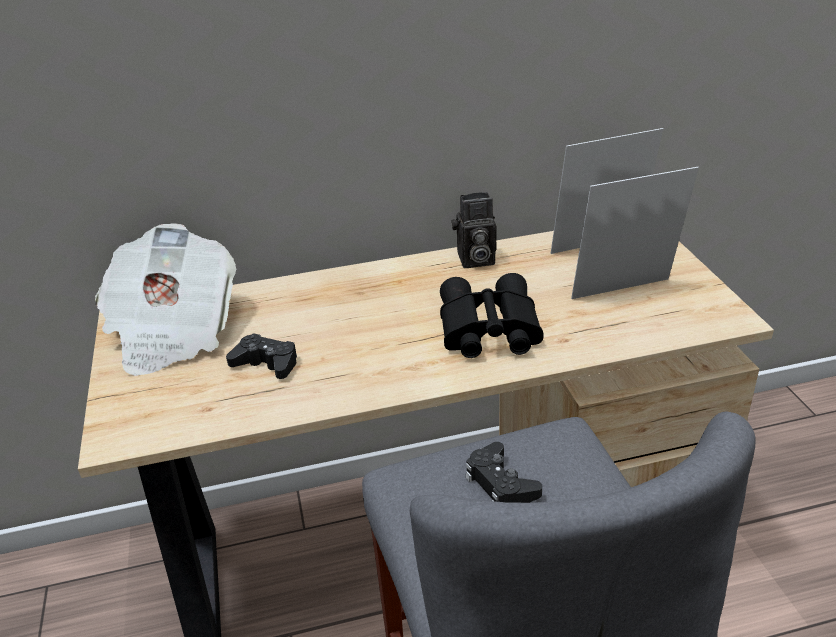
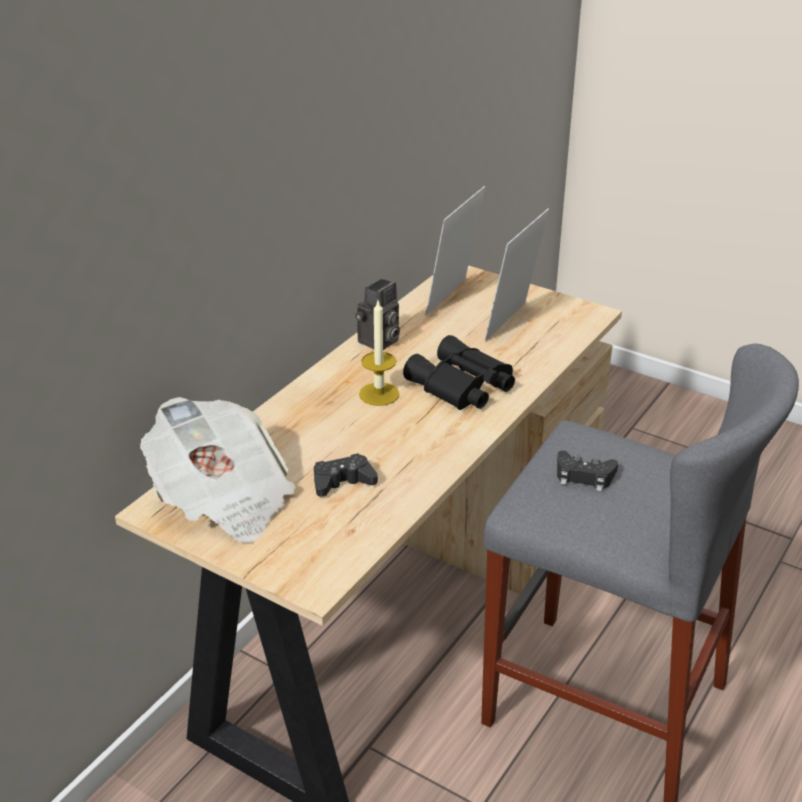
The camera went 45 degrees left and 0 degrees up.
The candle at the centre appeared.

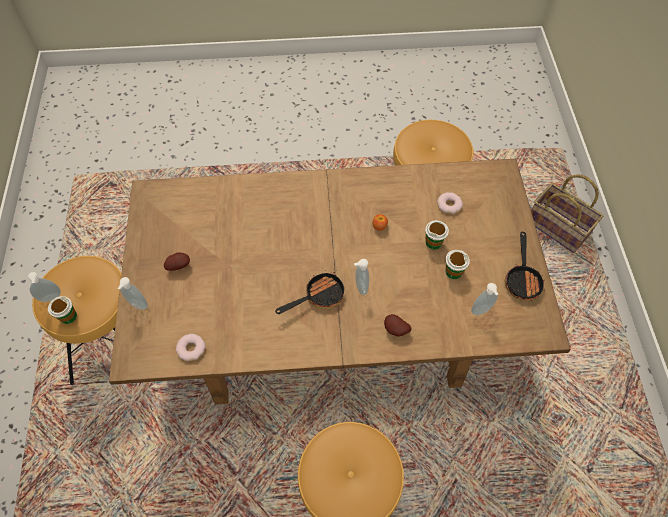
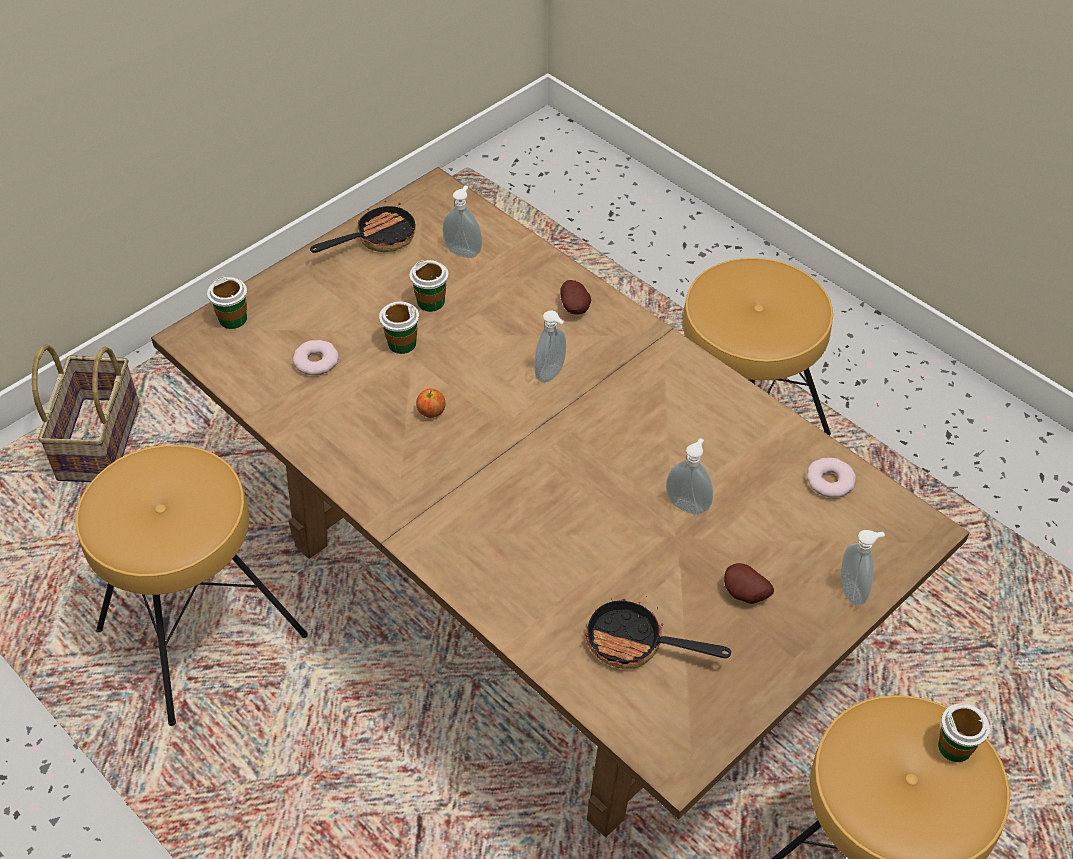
The camera went 130 degrees left and 10 degrees down.
The cup (1st from left) at the middle left appeared.
The frying pan (1st from left in the first image) moved from the centre to the bottom centre.
The soap dispenser (1st from left in the first image) moved from the middle left to the centre.

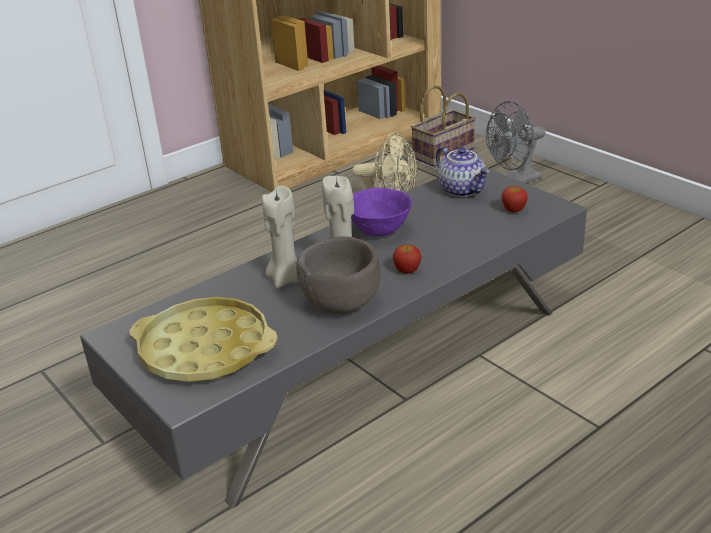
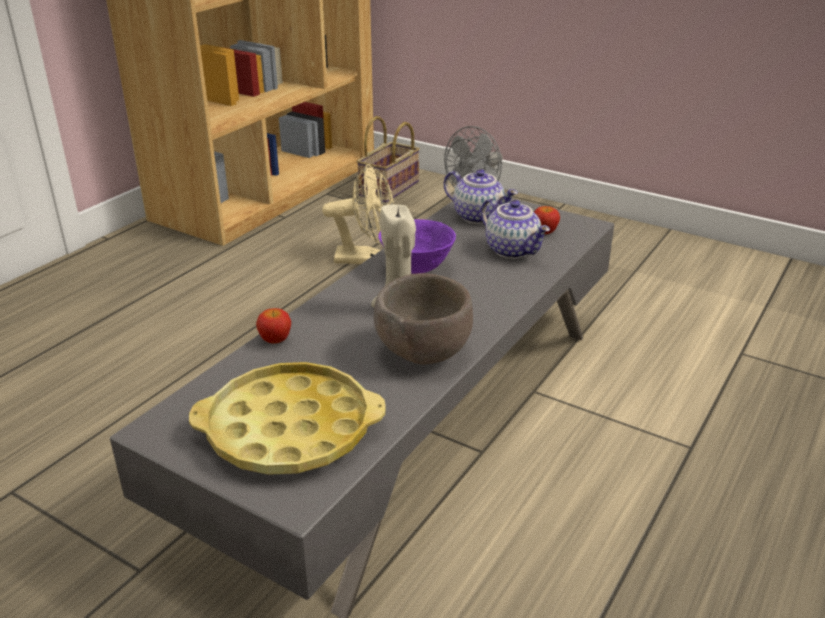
The camera went 20 degrees left and 0 degrees up.
The apple (1st from left) moved from the centre to the middle left.
The teapot (2nd from left) at the centre appeared.
The beige candle (1st from left) at the centre disappeared.

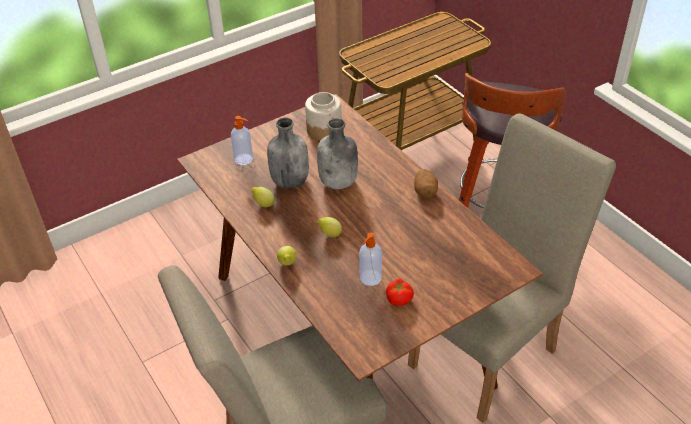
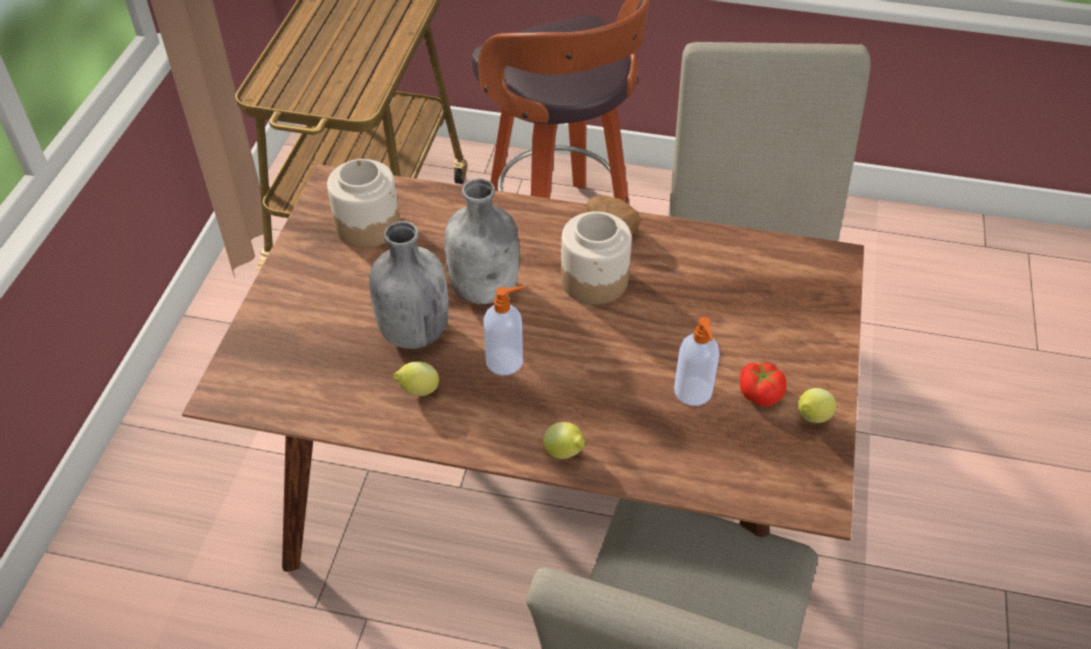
The camera went 45 degrees left and 5 degrees up.
The soap dispenser (1st from left) moved from the top centre to the centre.
The jar (2nd from left) at the centre appeared.
The lemon (3rd from left) moved from the centre to the middle right.

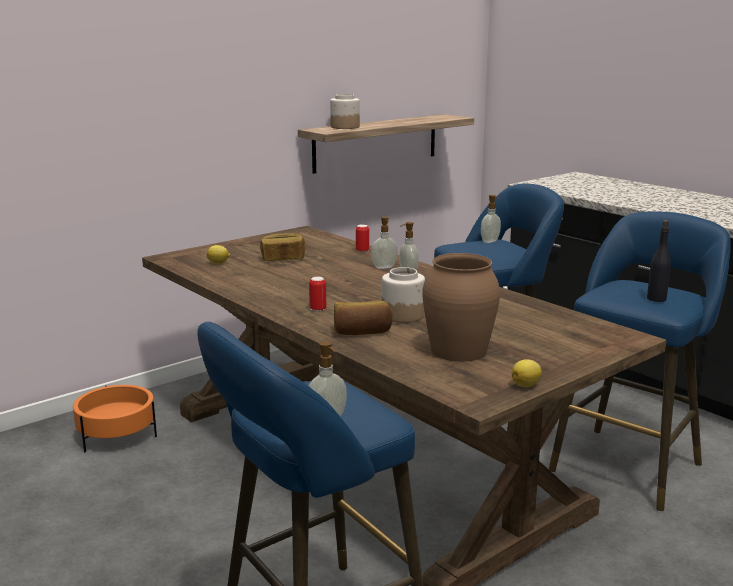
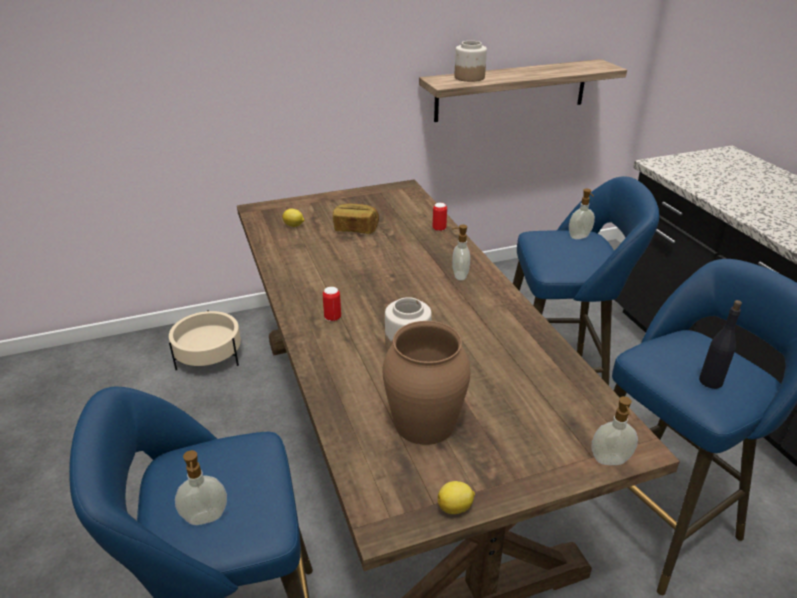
The camera went 20 degrees right and 15 degrees up.
The orange planter at the bottom left became the beige planter at the middle left.
The soap dispenser (2nd from left in the first image) moved from the centre to the bottom right.
The bread (2nd from left) at the centre disappeared.

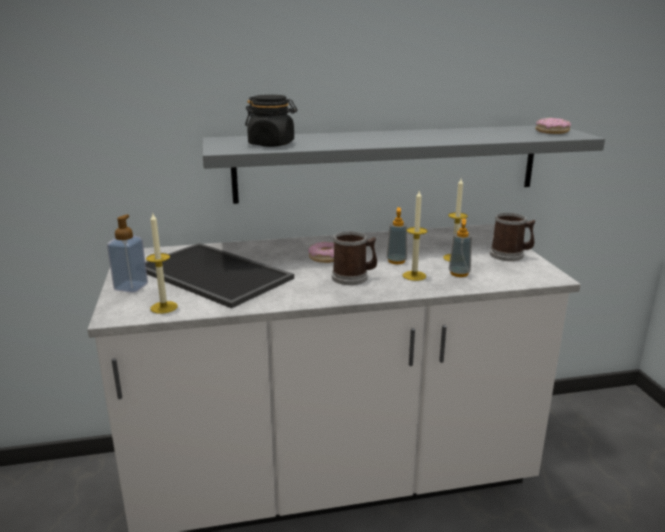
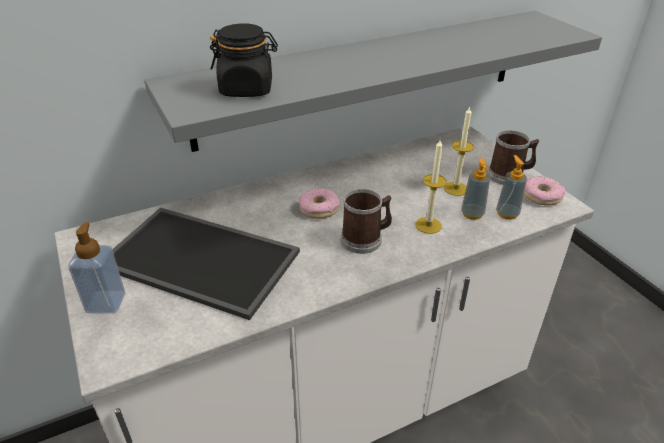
The camera went 15 degrees left and 15 degrees up.
The soap dispenser (2nd from left in the first image) moved from the centre to the middle right.
The donut (2nd from left) moved from the top right to the middle right.
The candle (1st from left) at the middle left disappeared.

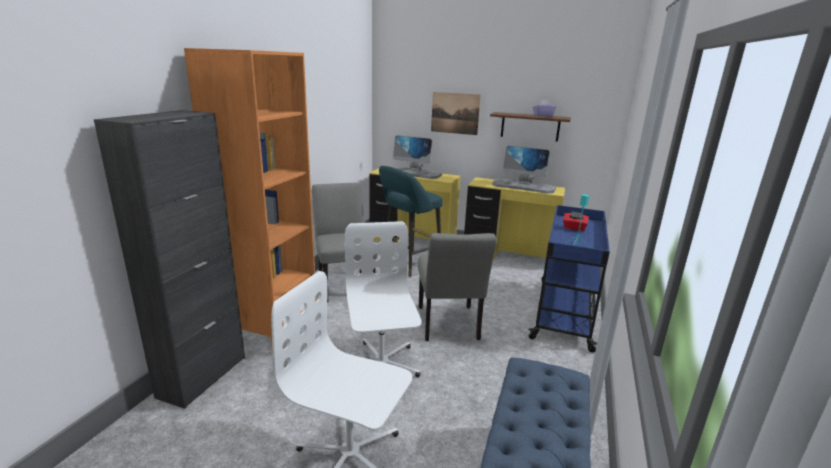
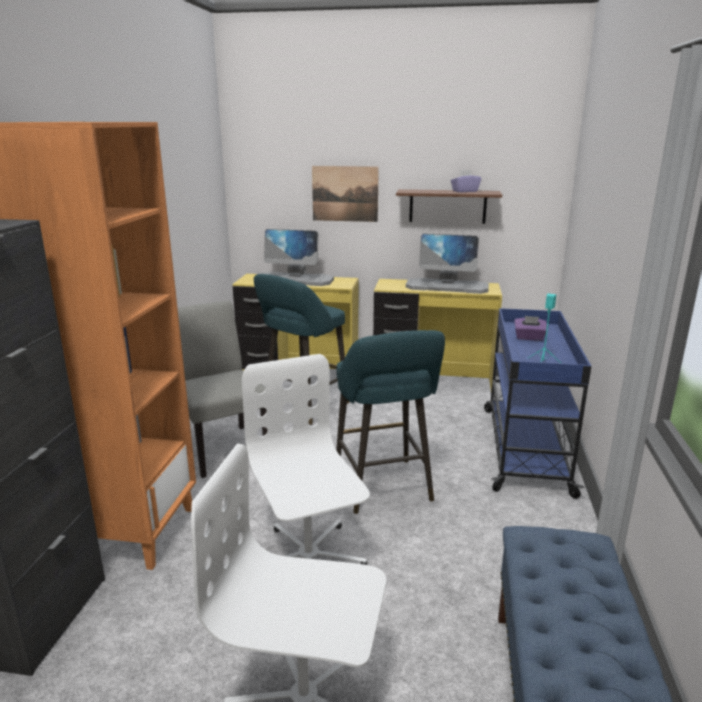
The camera went 10 degrees left and 0 degrees up.
The grey chair (2nd from left) at the centre was replaced by the turquoise stool (2nd from left) at the centre.
The red tissue box at the middle right became the purple tissue box (2nd from left) at the middle right.

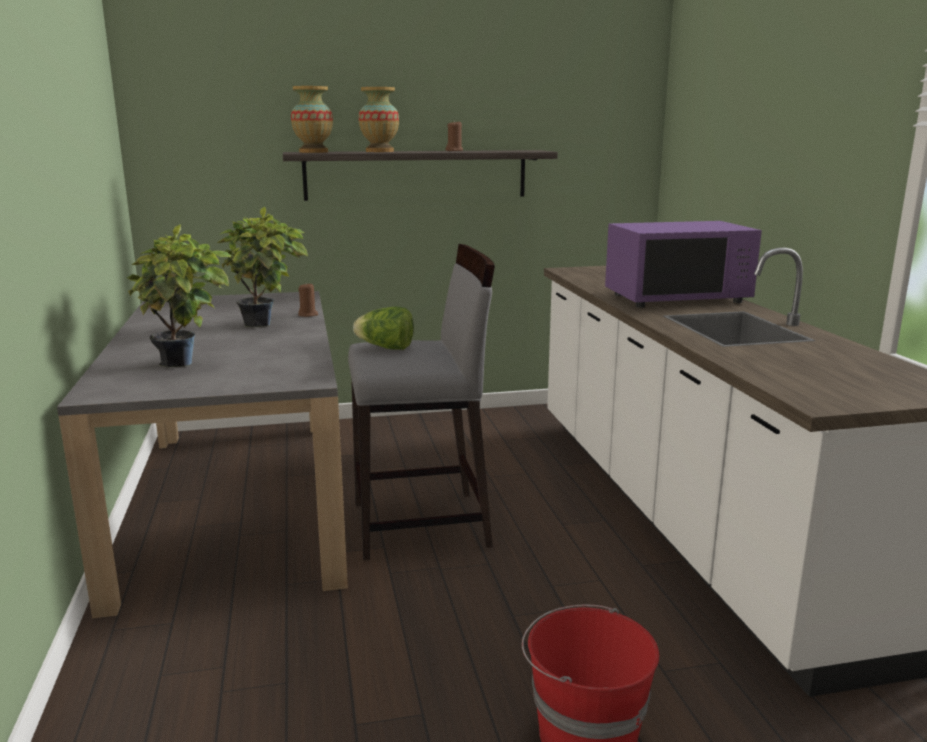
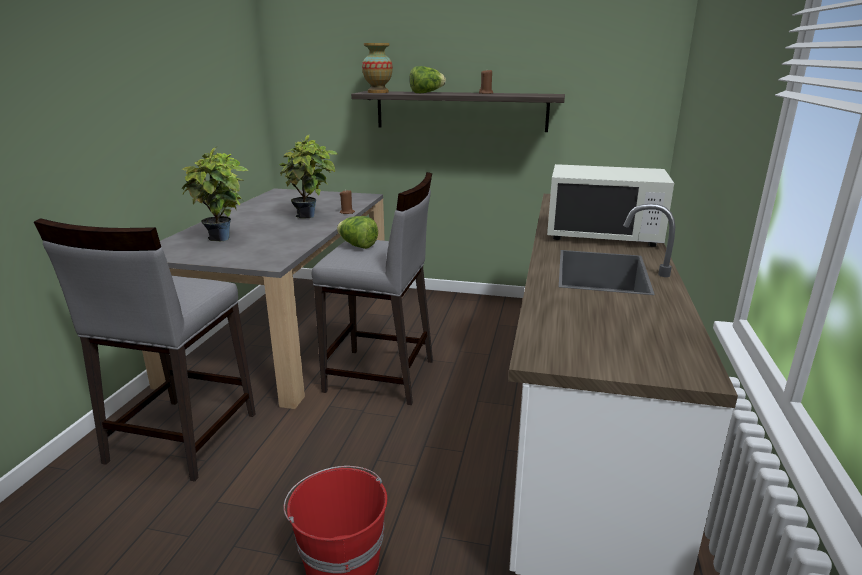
The camera went 25 degrees right and 5 degrees up.
The grey stool (1st from left) at the middle left appeared.
The vase (2nd from left) at the top centre was replaced by the lettuce (2nd from left) at the top centre.
The purple microwave at the middle right became the white microwave at the middle right.

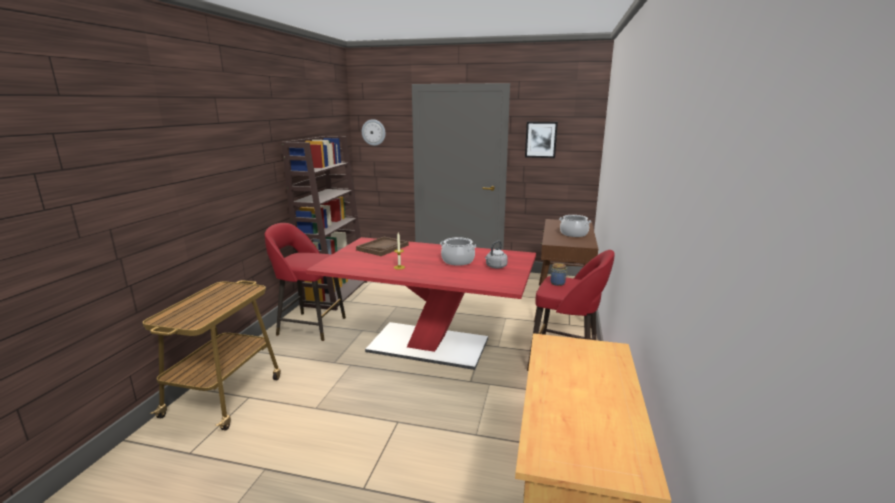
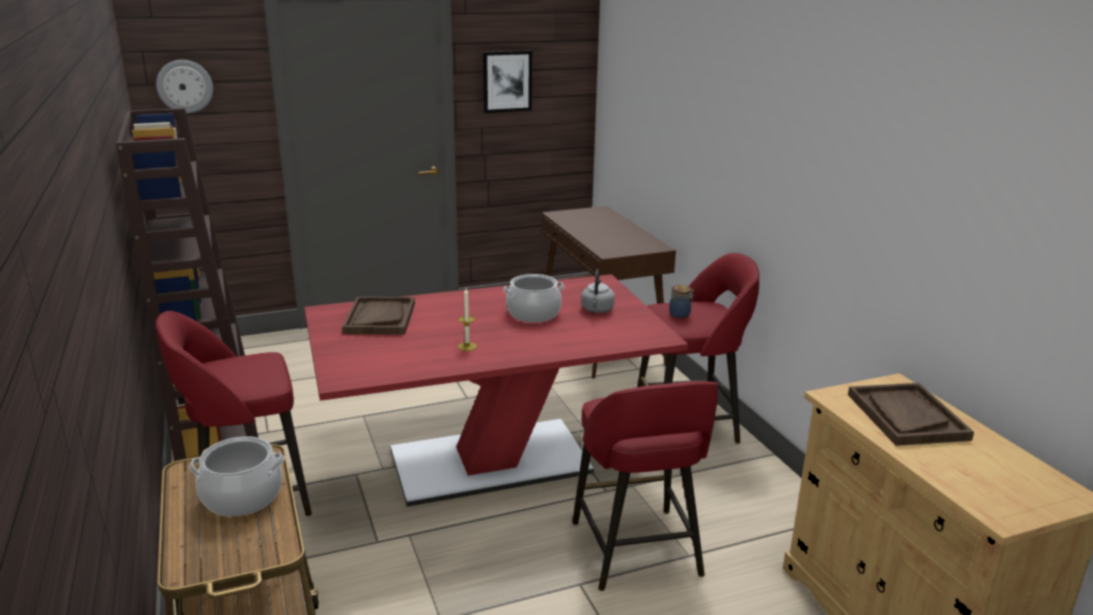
The camera went 35 degrees left and 5 degrees up.
The cooking pot (2nd from left in the first image) moved from the centre to the bottom left.
The red stool (2nd from left) at the bottom centre appeared.
The brown tray (2nd from left) at the bottom right appeared.

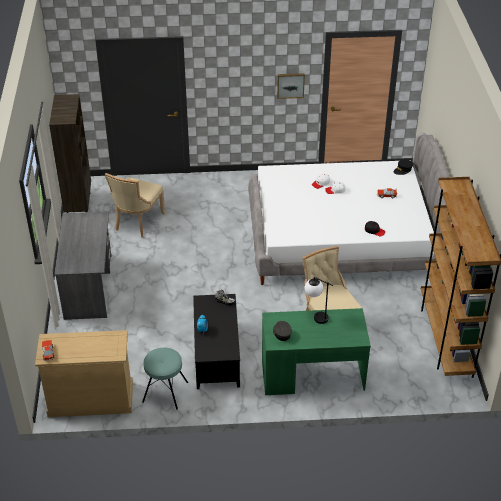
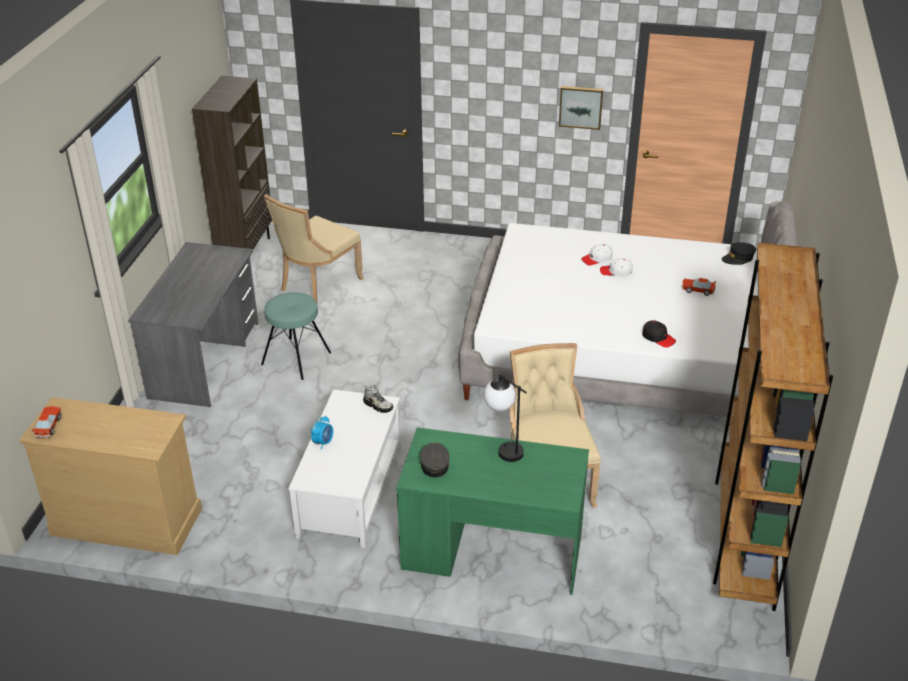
The camera went 15 degrees right and 5 degrees down.
The turquoise stool moved from the bottom left to the middle left.
The black coffee table at the bottom centre became the white coffee table at the bottom centre.

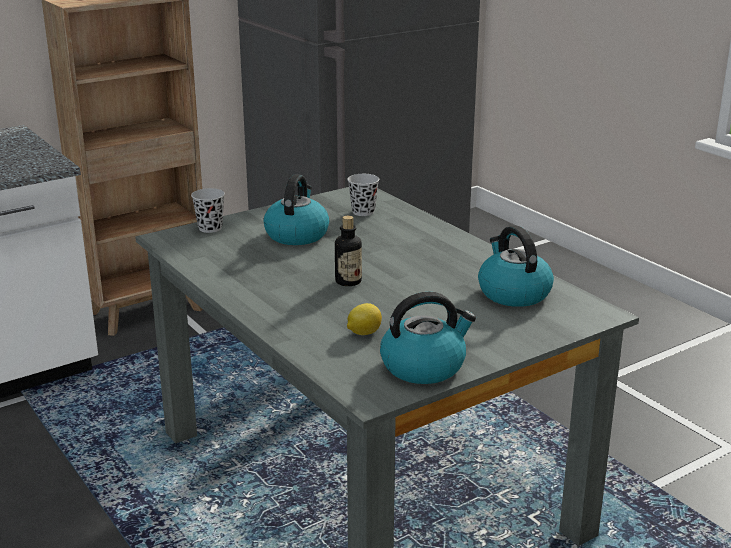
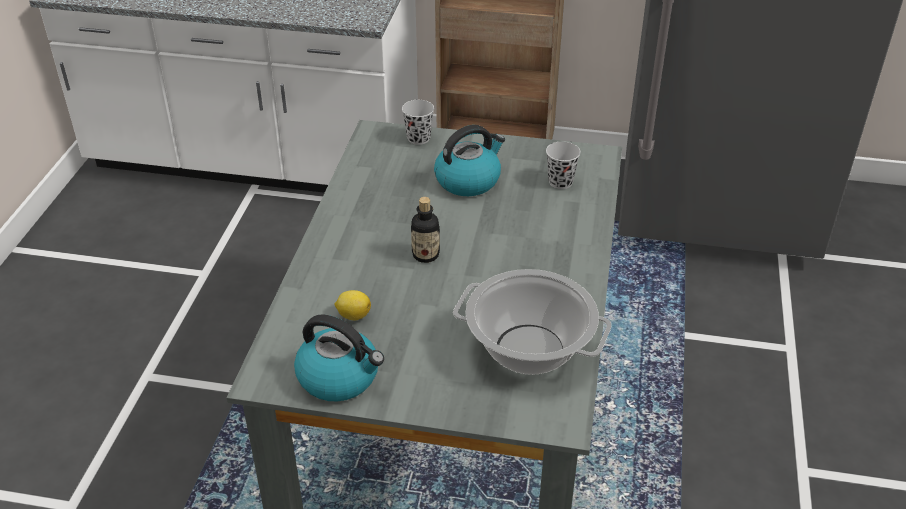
The camera went 45 degrees right and 15 degrees up.
The kettle (3rd from left) at the middle right was replaced by the cooking pot at the centre.

